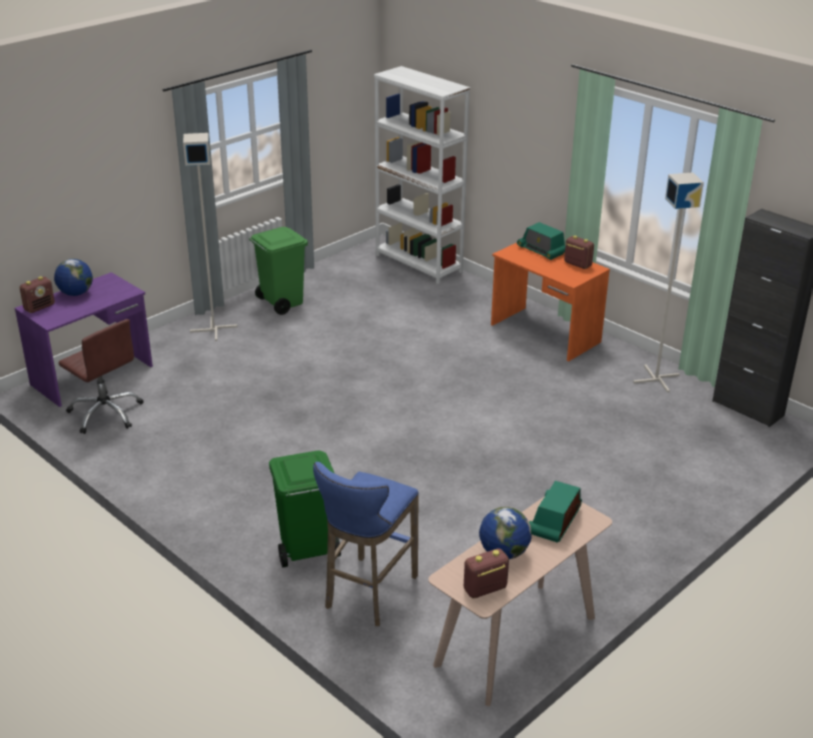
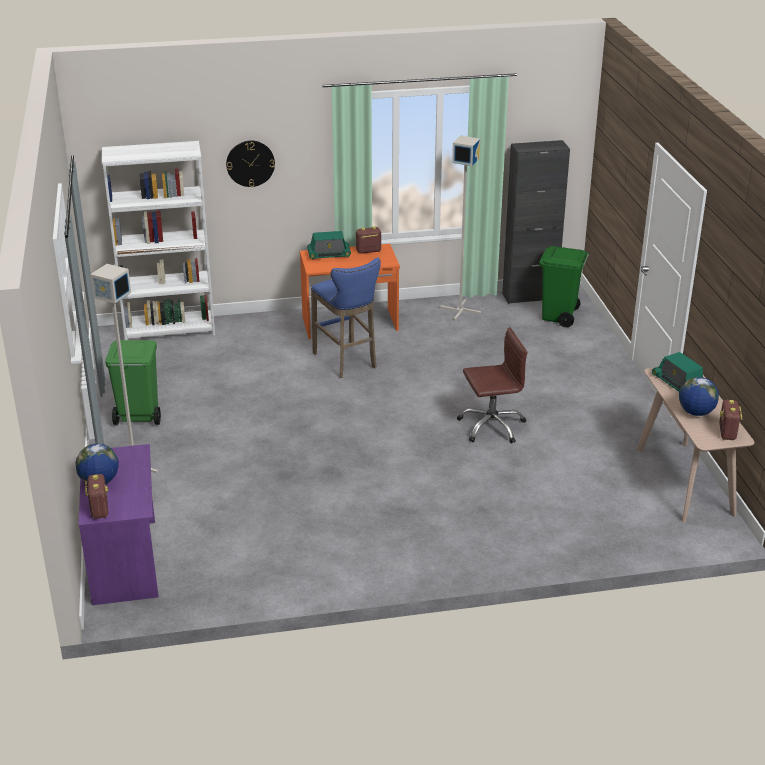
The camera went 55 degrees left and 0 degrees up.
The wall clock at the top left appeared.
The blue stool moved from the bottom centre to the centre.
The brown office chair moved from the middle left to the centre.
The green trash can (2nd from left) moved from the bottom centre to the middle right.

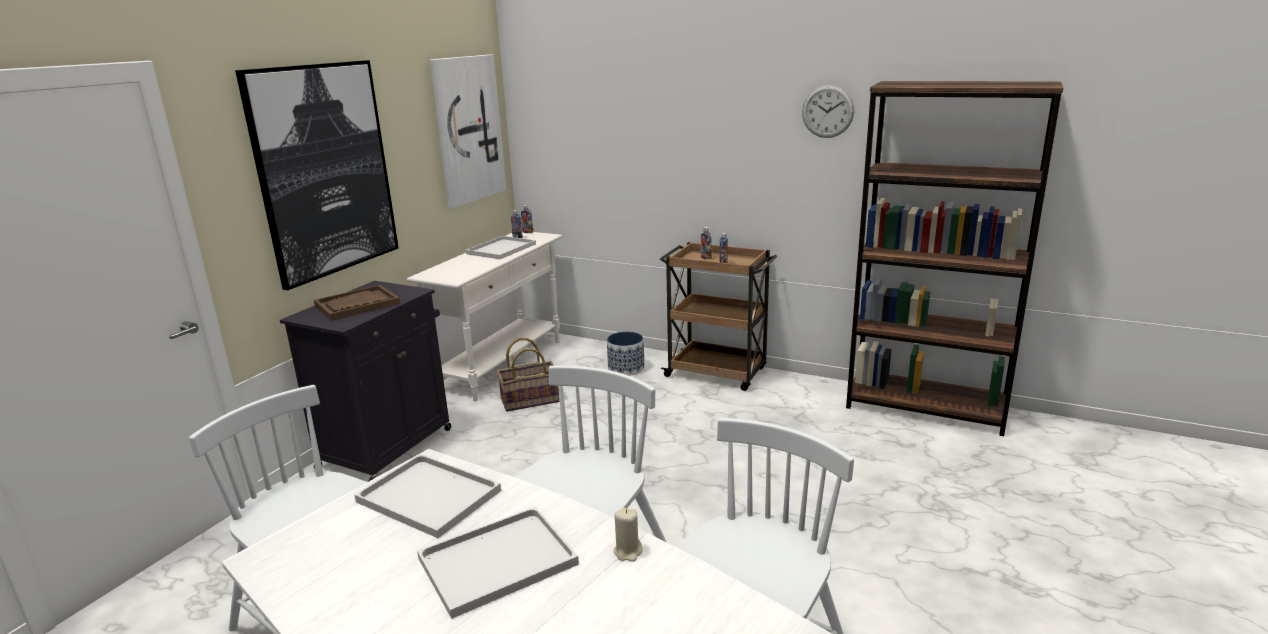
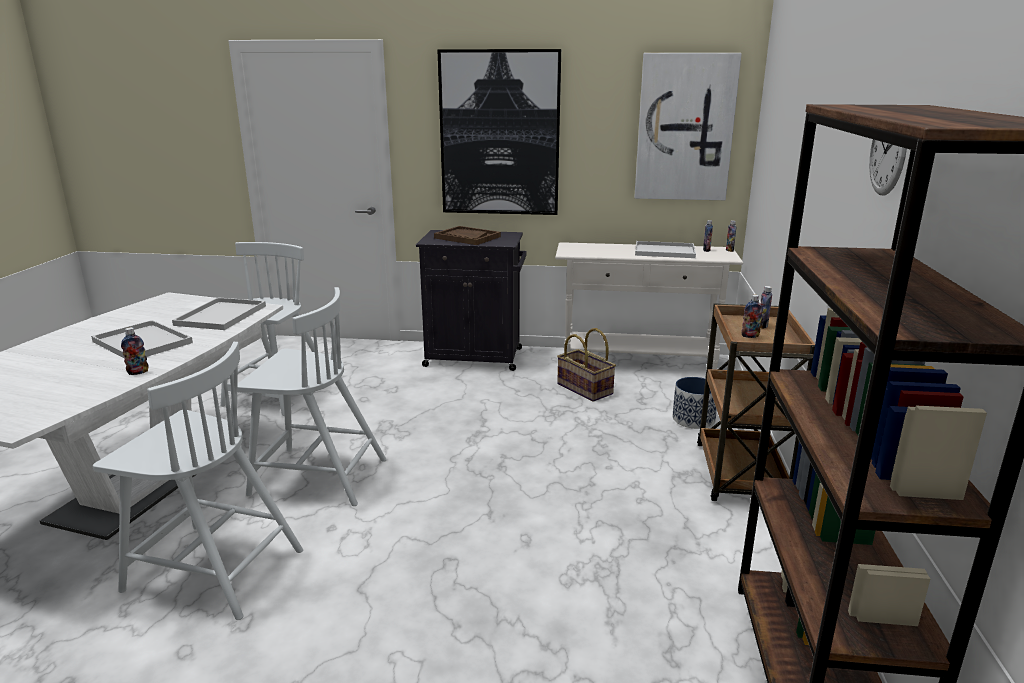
The camera went 70 degrees right and 0 degrees up.
The beige candle at the bottom centre was replaced by the bottle (1st from left) at the middle left.

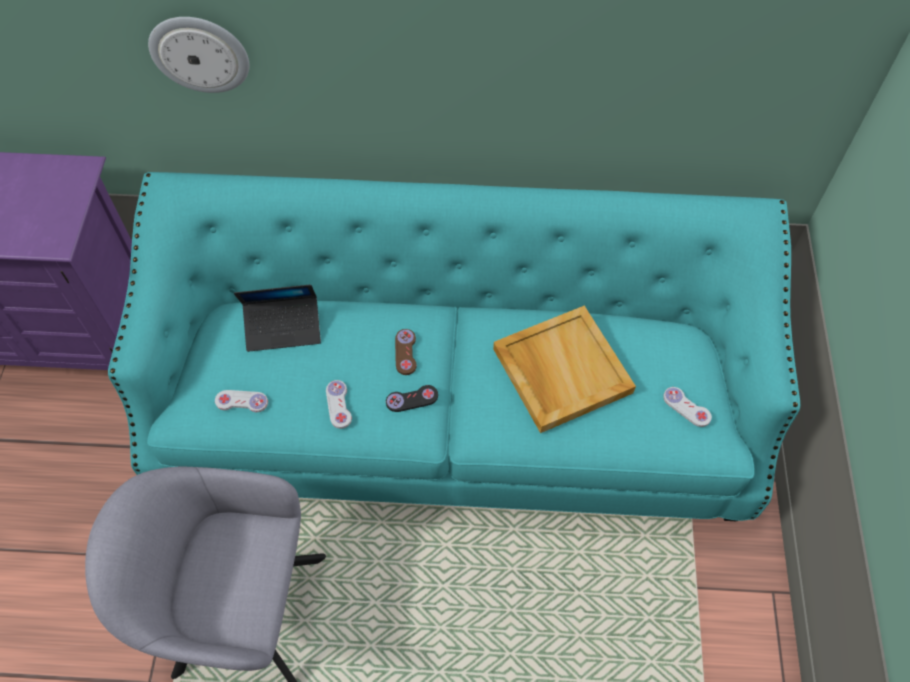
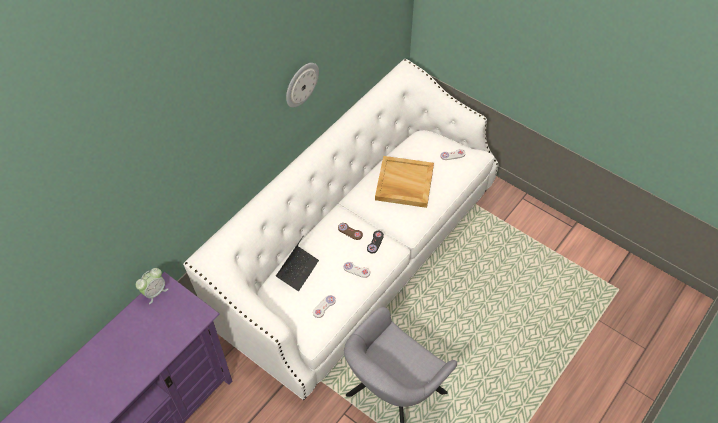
The camera went 55 degrees left and 5 degrees down.
The alarm clock at the bottom left appeared.
The turquoise sofa at the centre became the white sofa at the centre.
The wall clock moved from the top left to the top centre.

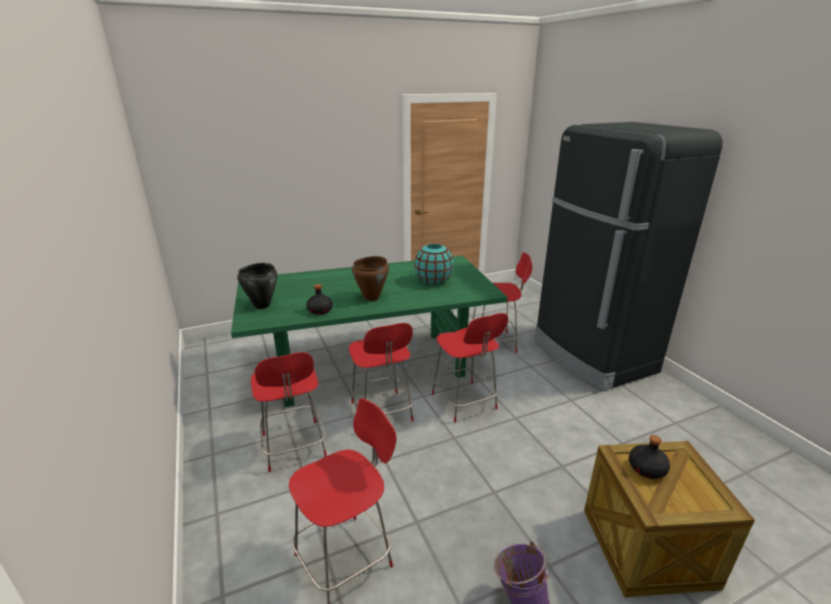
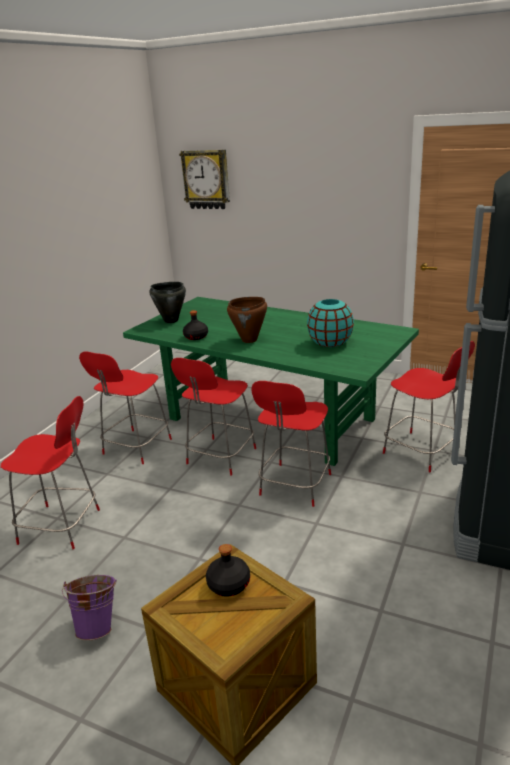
The camera went 50 degrees right and 0 degrees up.
The wall clock at the top centre appeared.

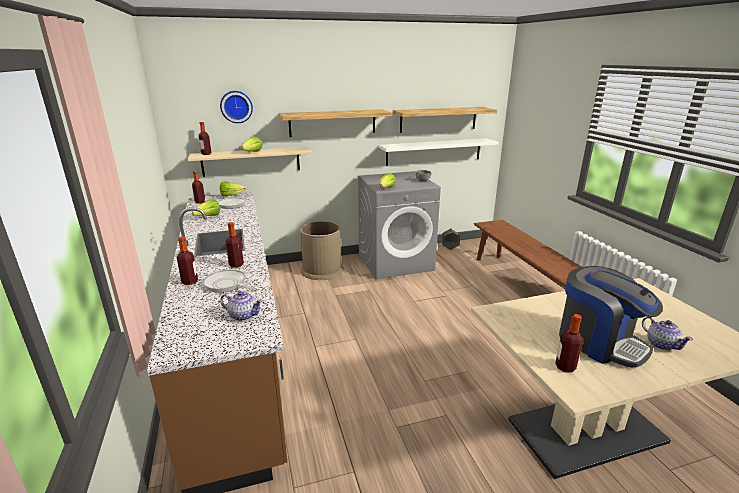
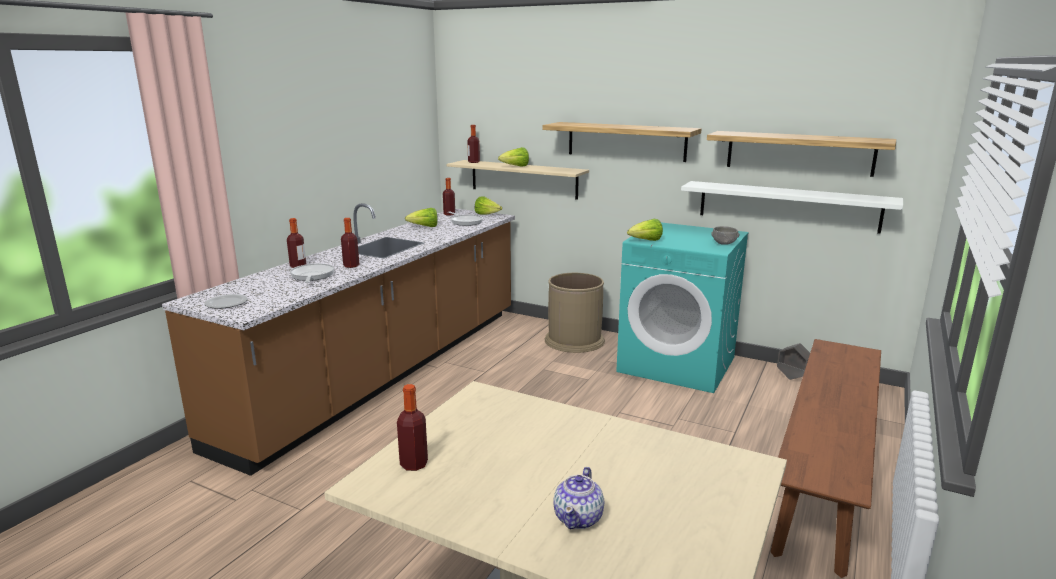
The camera went 45 degrees right and 5 degrees down.
The plate at the middle left appeared.
The grey washing machine at the centre became the turquoise washing machine at the centre.
The wall clock at the top left disappeared.
The teapot (1st from left) at the middle left disappeared.
The coffee machine at the middle right disappeared.

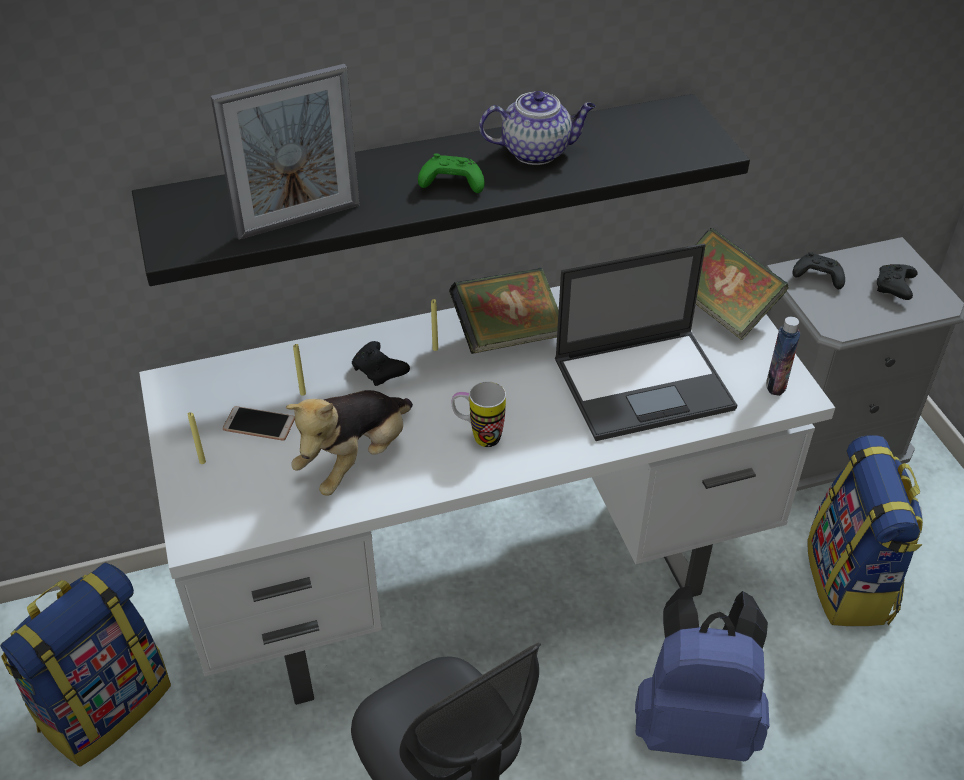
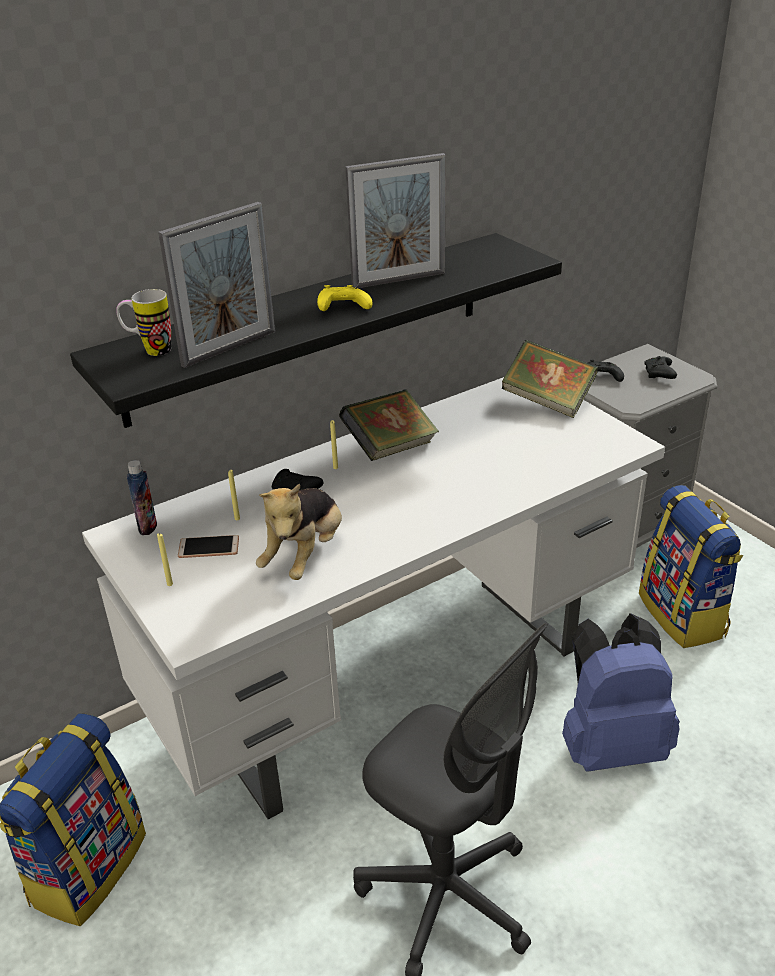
The camera went 15 degrees left and 10 degrees down.
The mug moved from the centre to the top left.
The bottle moved from the middle right to the middle left.
The green game controller at the top centre became the yellow game controller at the top centre.
The teapot at the top centre was replaced by the picture frame (2nd from left) at the top centre.
The laptop at the middle right disappeared.

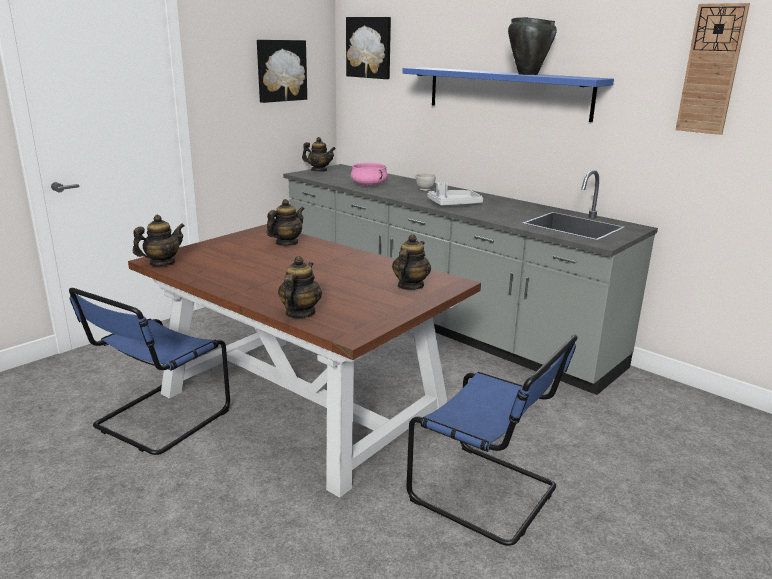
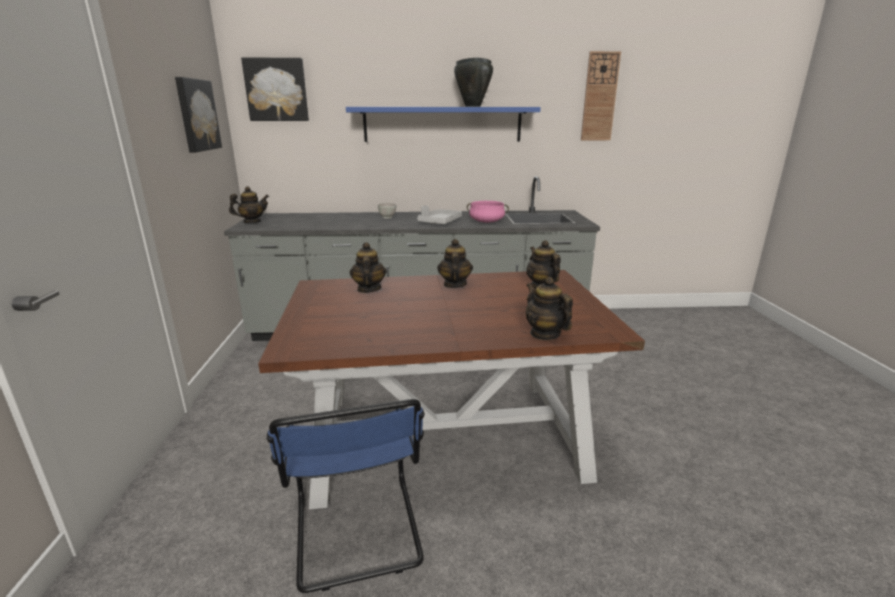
The camera went 45 degrees left and 0 degrees up.
The teapot (1st from left in the first image) moved from the middle left to the centre.
The pink cooking pot moved from the top centre to the centre.
The blue chair (2nd from left) at the bottom centre disappeared.

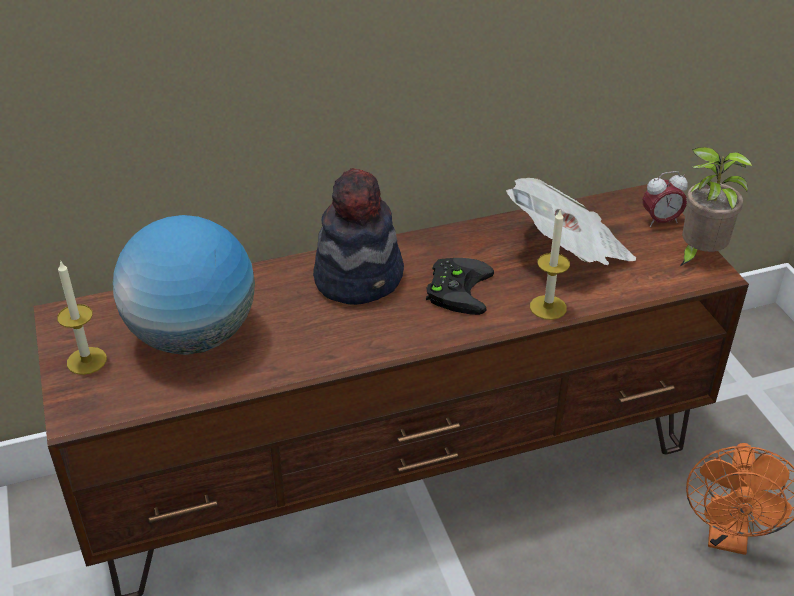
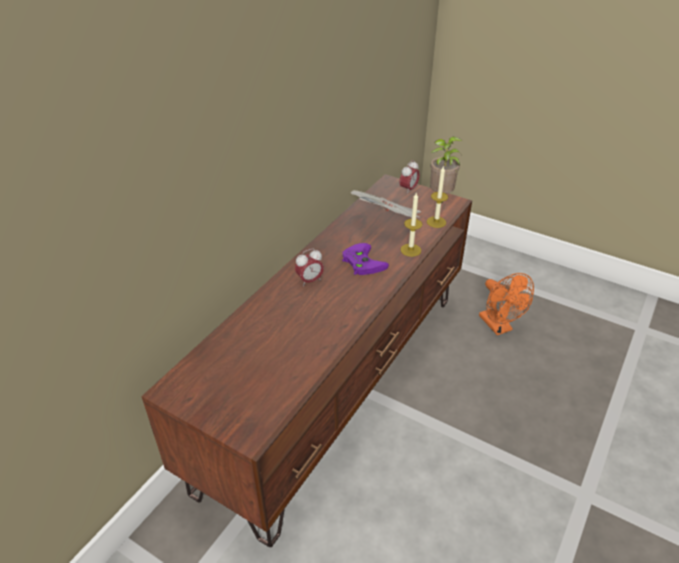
The camera went 40 degrees left and 0 degrees up.
The hat at the centre was replaced by the alarm clock (1st from left) at the centre.
The black game controller at the centre became the purple game controller at the centre.
The candle (1st from left in the first image) moved from the middle left to the centre.
The globe at the middle left disappeared.

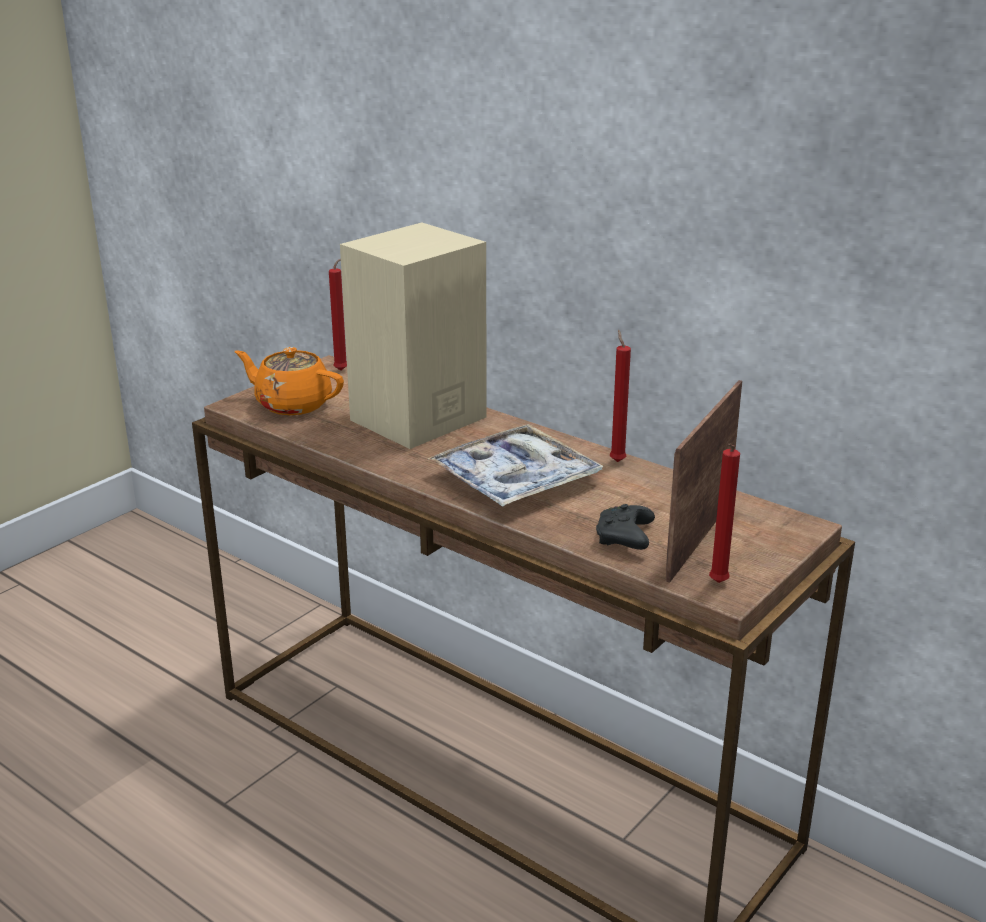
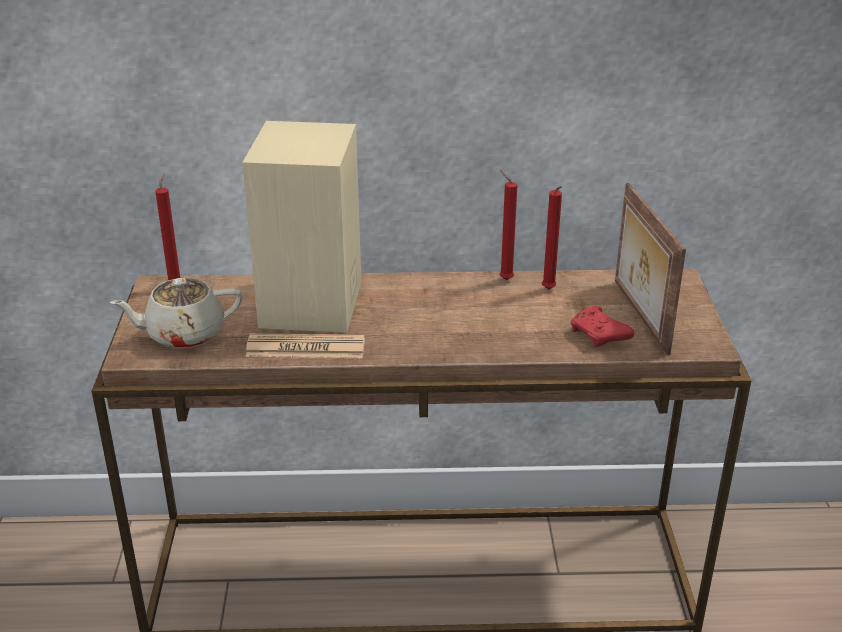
The camera went 40 degrees left and 5 degrees up.
The orange teapot at the middle left became the beige teapot at the middle left.
The newspaper at the centre appeared.
The red candle (3rd from left) moved from the middle right to the centre.
The black game controller at the centre became the red game controller at the middle right.
The tray at the centre disappeared.

